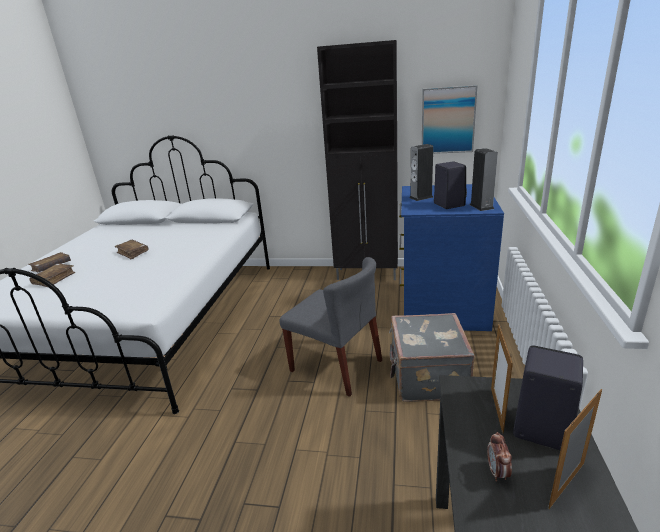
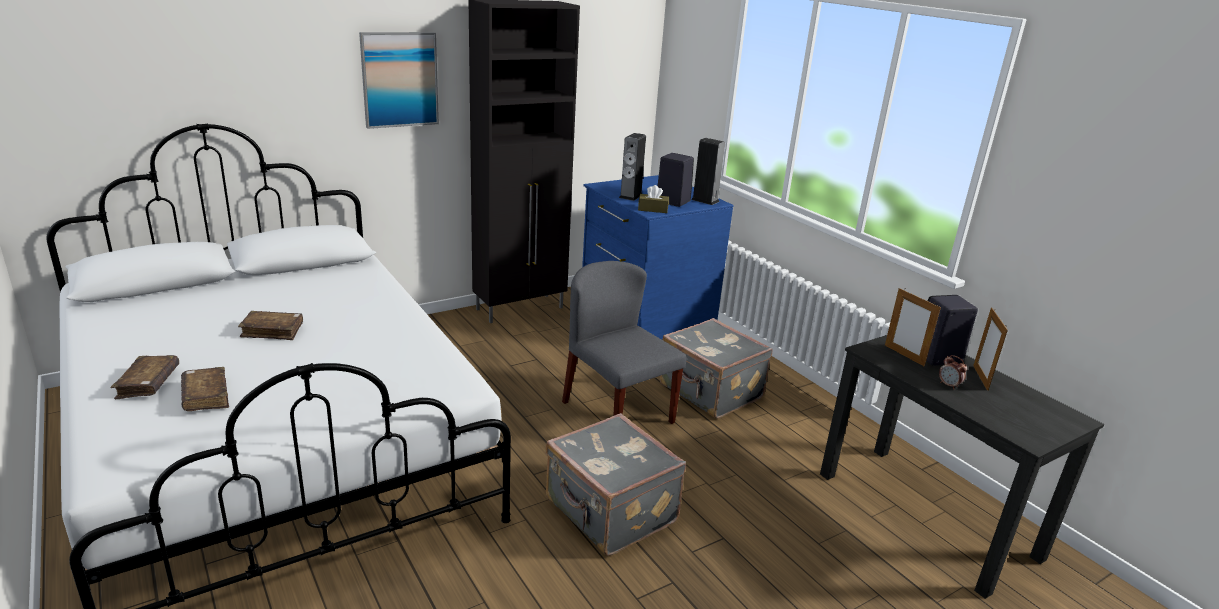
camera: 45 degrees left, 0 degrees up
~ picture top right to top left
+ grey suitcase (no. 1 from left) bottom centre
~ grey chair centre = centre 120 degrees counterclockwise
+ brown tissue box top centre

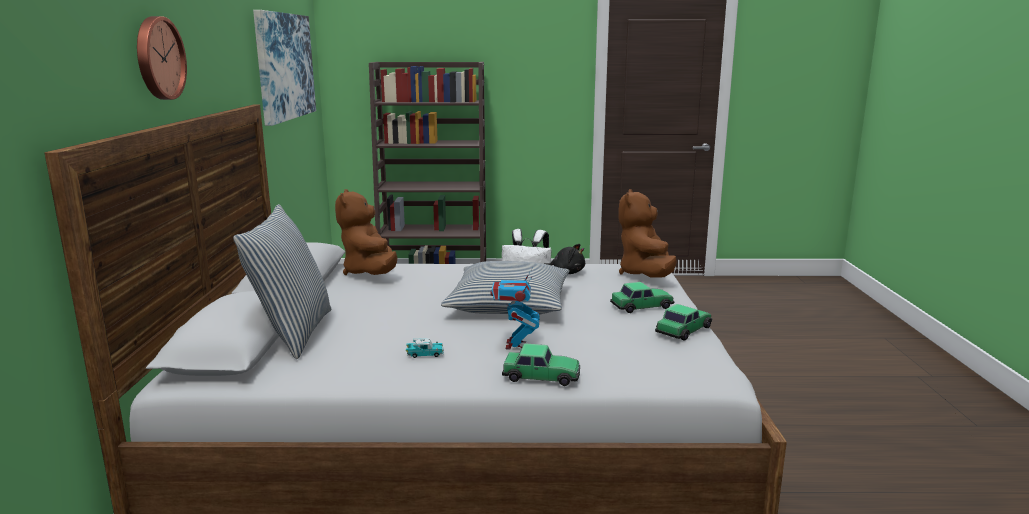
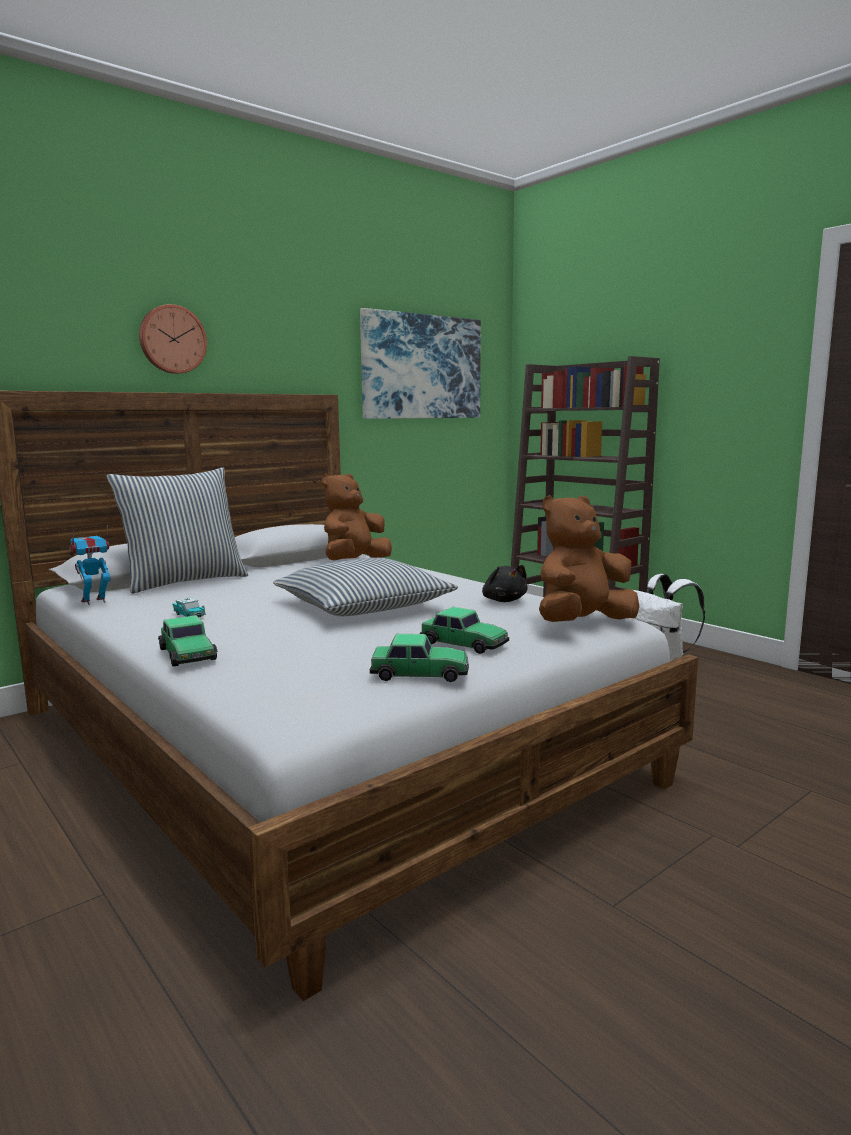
camera: 50 degrees right, 5 degrees down
~ toy robot centre to middle left

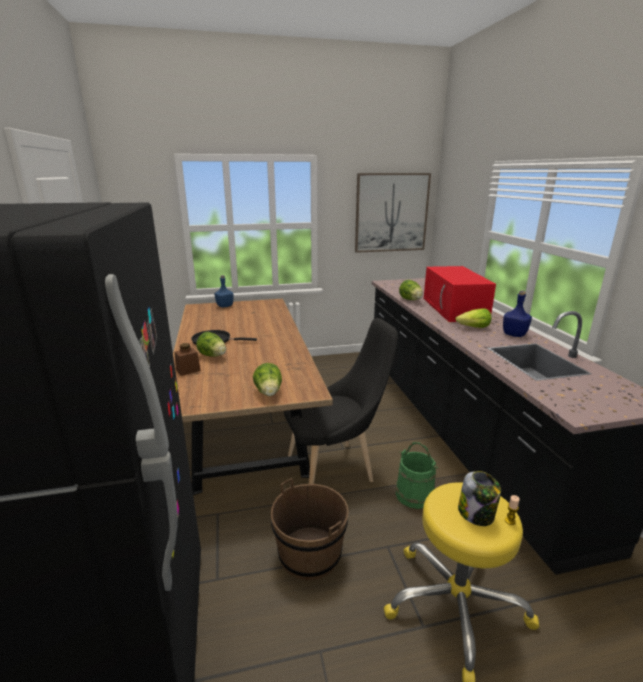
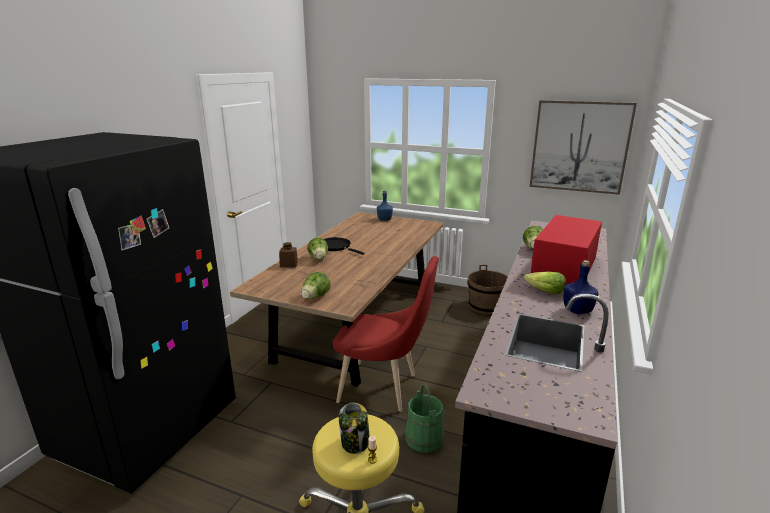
camera: 35 degrees right, 0 degrees up
~ black chair centre to red chair centre
~ brown bucket bottom centre to centre

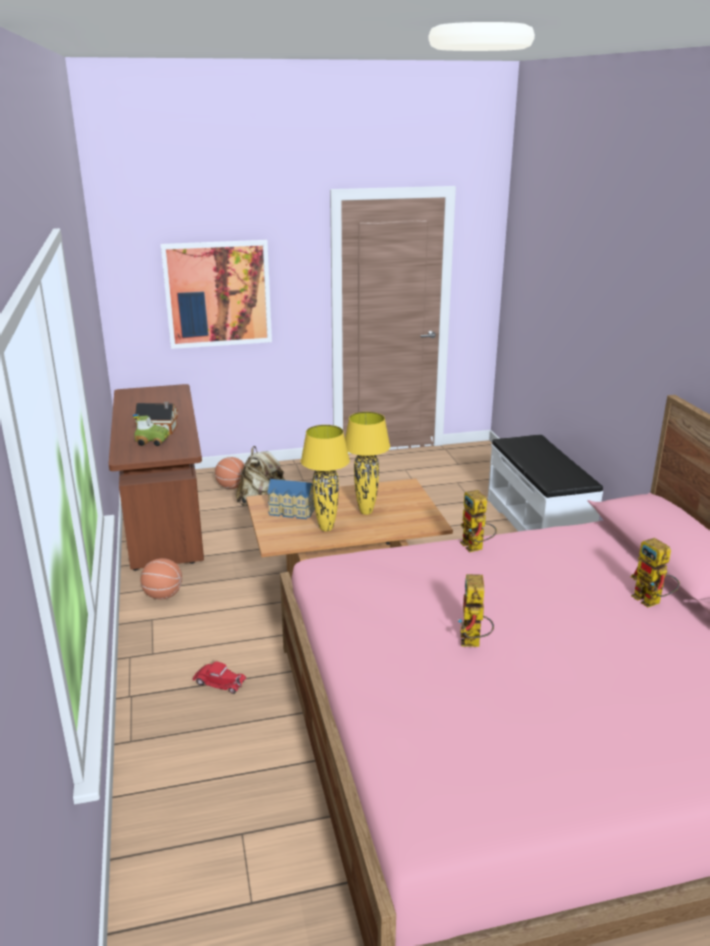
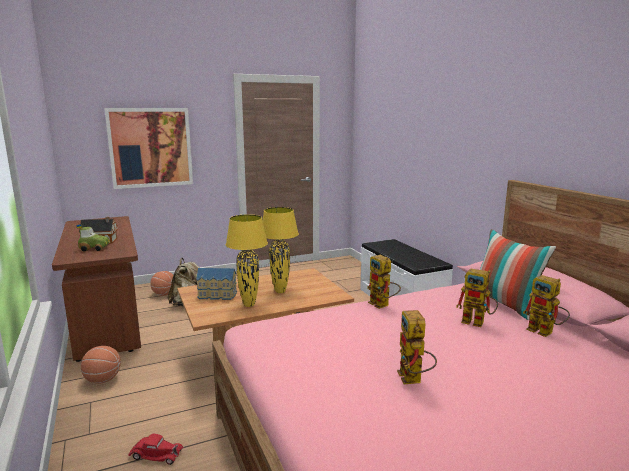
camera: 10 degrees left, 10 degrees down
+ toy robot (no. 3 from left) middle right
+ pillow middle right

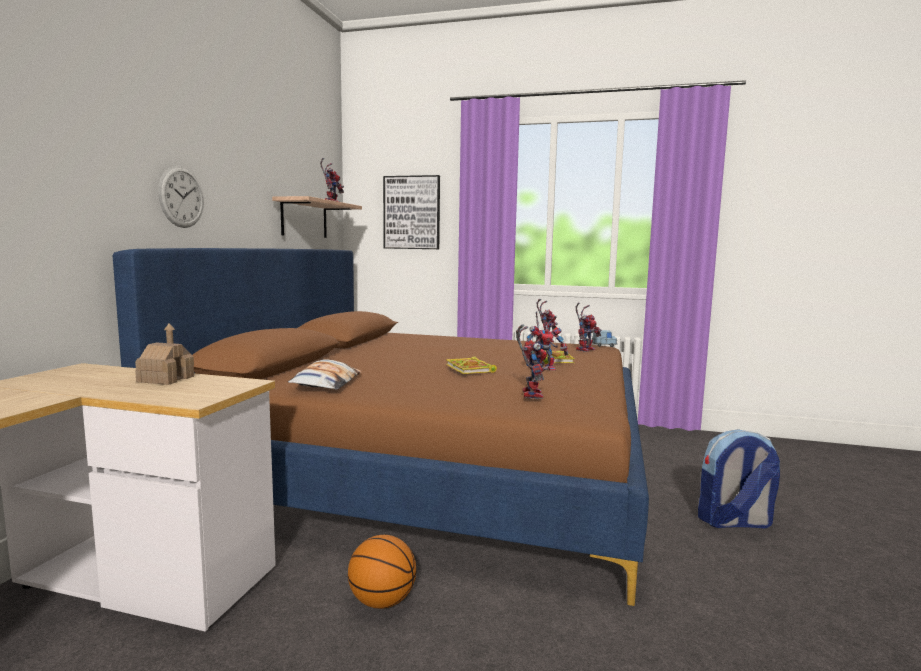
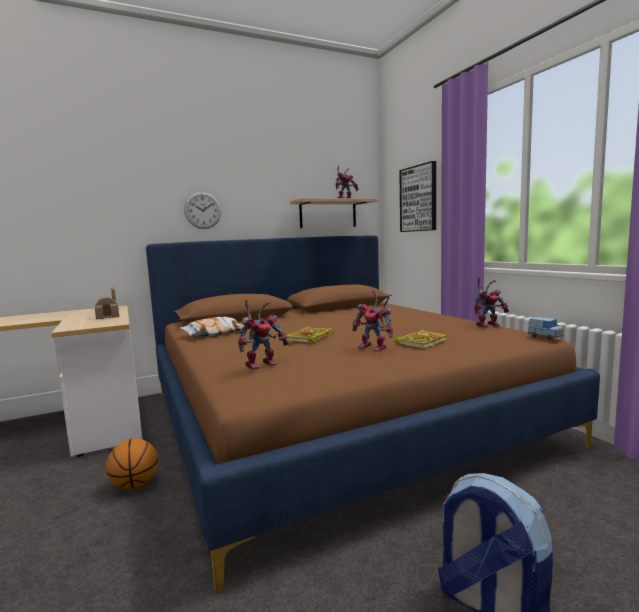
camera: 50 degrees right, 0 degrees up
- toy robot (no. 5 from left) centre

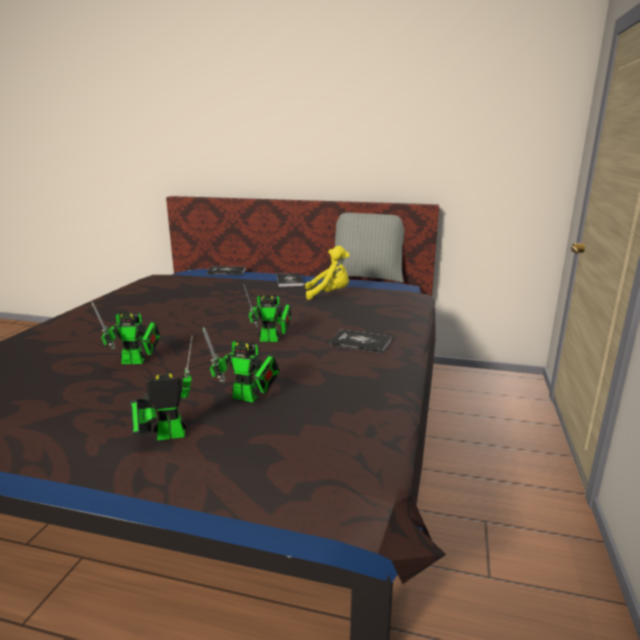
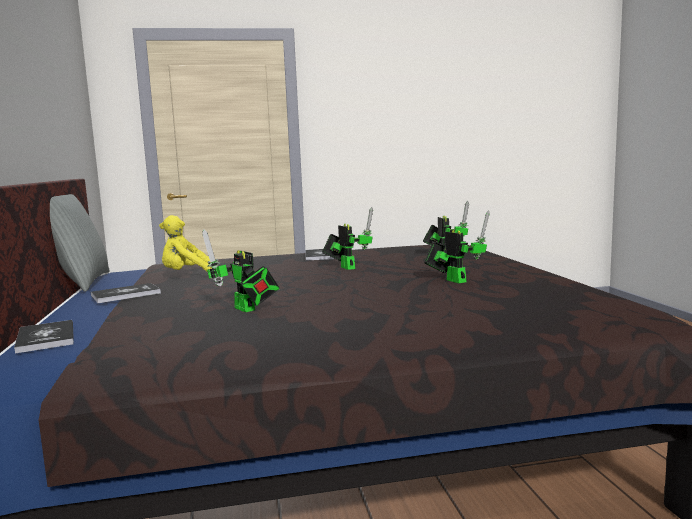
camera: 115 degrees left, 10 degrees down
~ yellow plush toy centre = middle left 75 degrees counterclockwise
~ toy robot (no. 2 from left in the first image) middle left to toy robot (no. 1 from left) centre

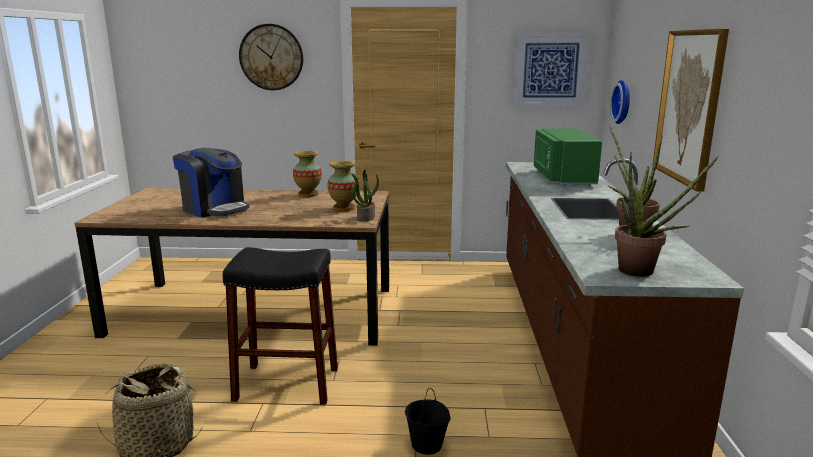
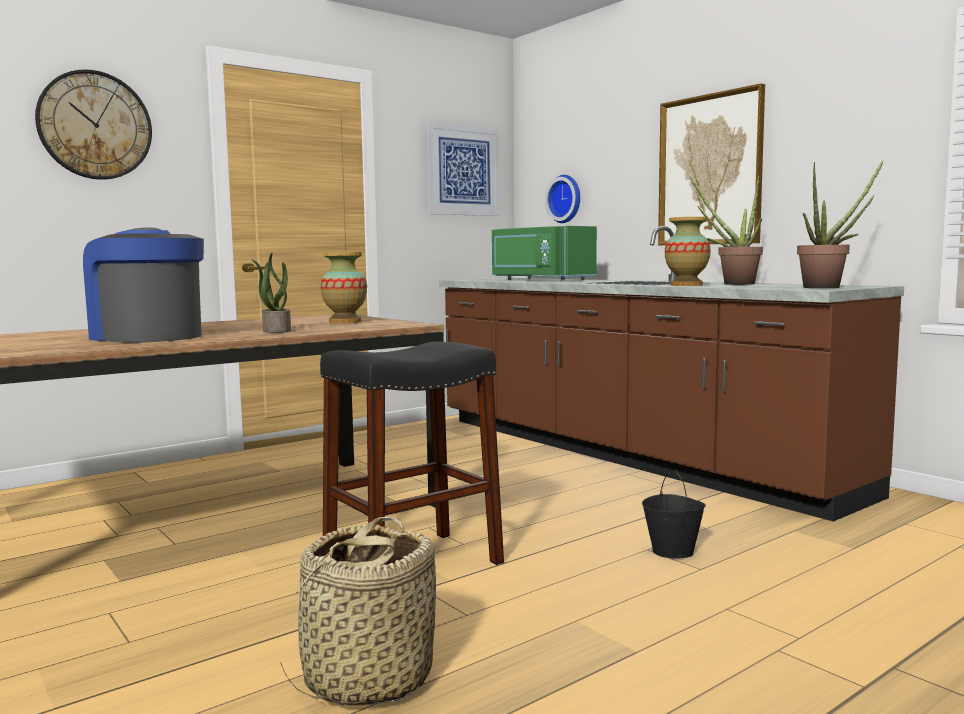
camera: 40 degrees left, 10 degrees down
~ coffee machine middle left = middle left 135 degrees counterclockwise
~ potted plant (no. 1 from left) centre to middle left
~ vase (no. 1 from left in the first image) centre to vase (no. 2 from left) middle right

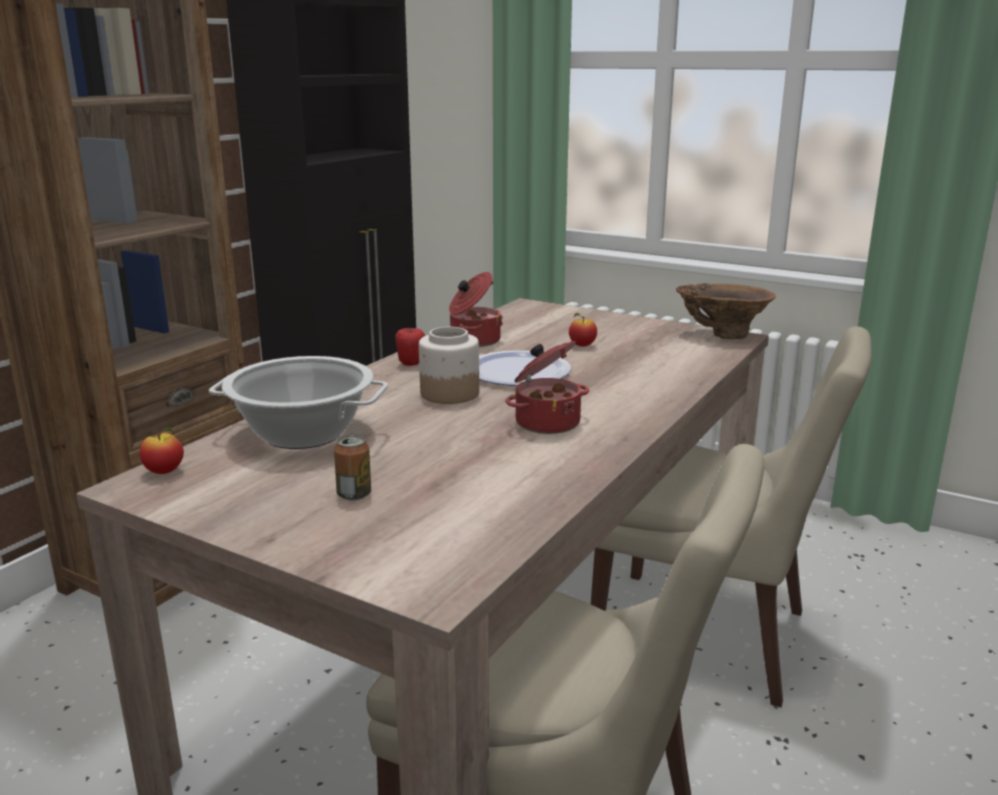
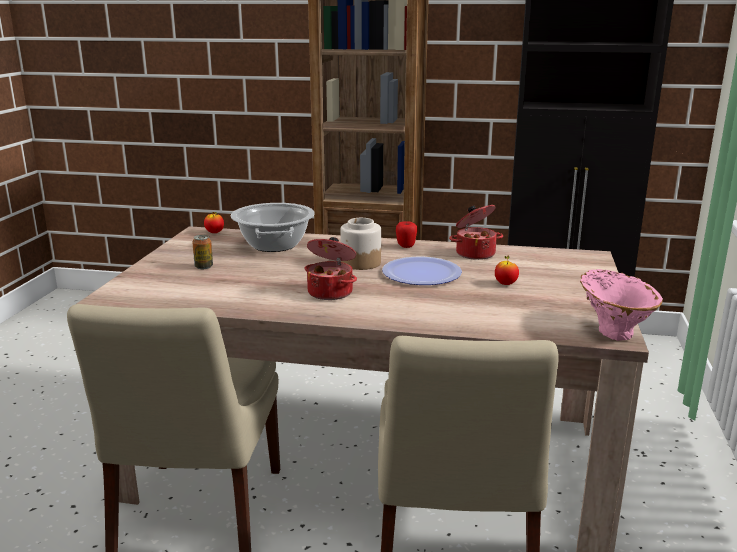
camera: 70 degrees right, 0 degrees up
~ brown vase middle right to pink vase middle right

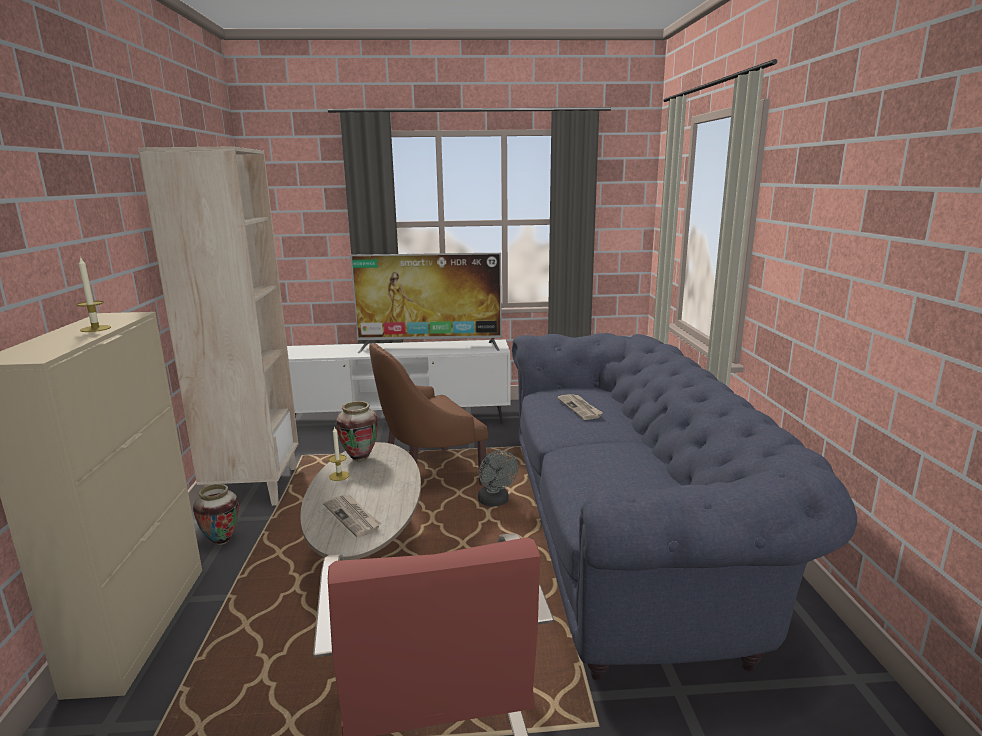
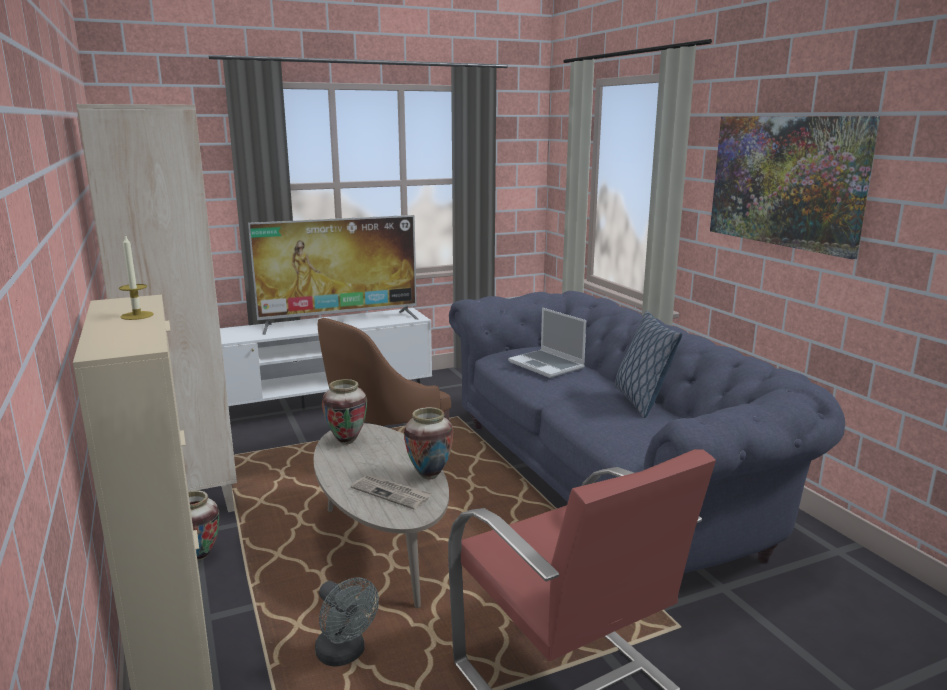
camera: 20 degrees left, 0 degrees up
~ grey fan centre to bottom centre
+ vase (no. 3 from left) centre
~ newspaper (no. 2 from left) centre to laptop centre
+ pillow middle right
+ picture top right
- candle (no. 2 from left) centre

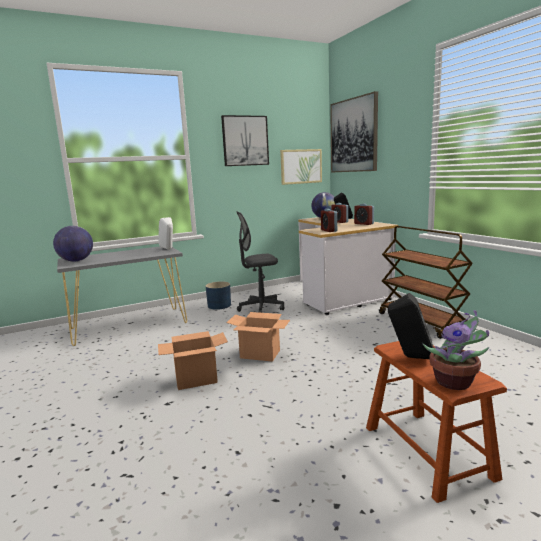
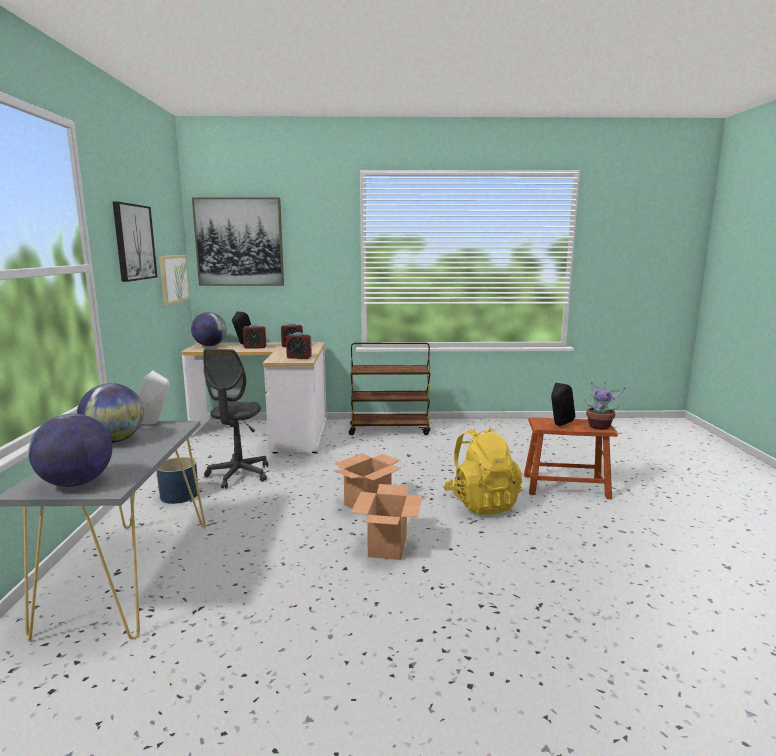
camera: 65 degrees left, 0 degrees up
+ globe (no. 2 from left) middle left
+ yellow backpack centre

